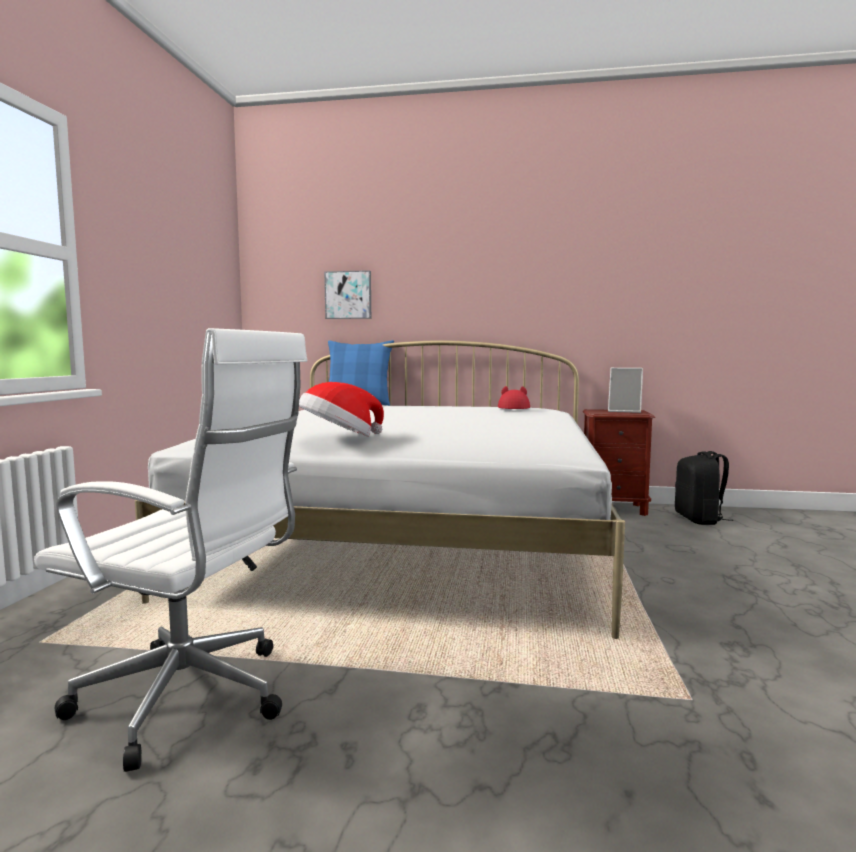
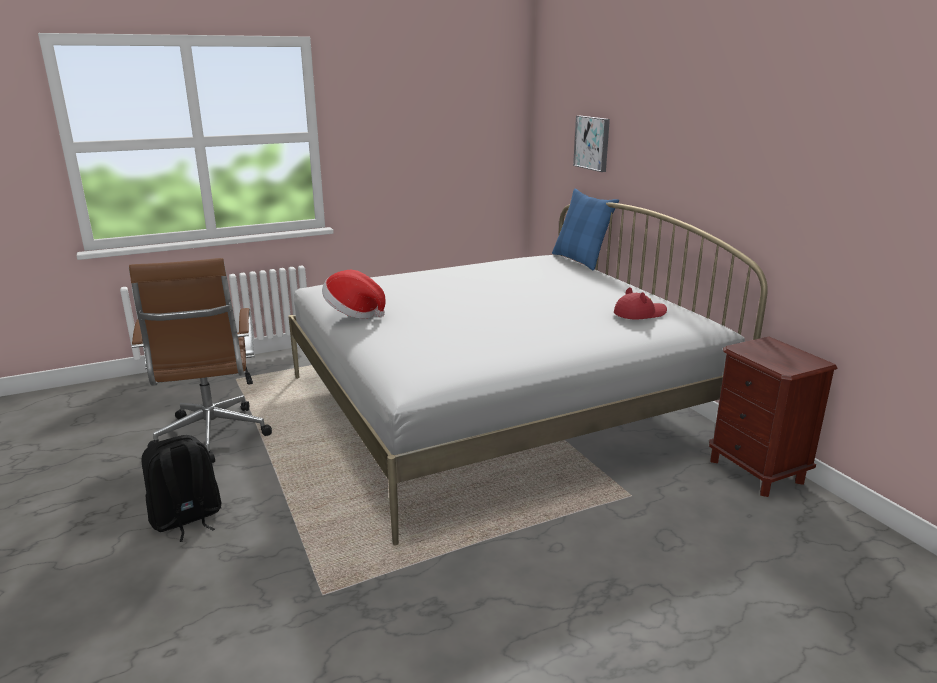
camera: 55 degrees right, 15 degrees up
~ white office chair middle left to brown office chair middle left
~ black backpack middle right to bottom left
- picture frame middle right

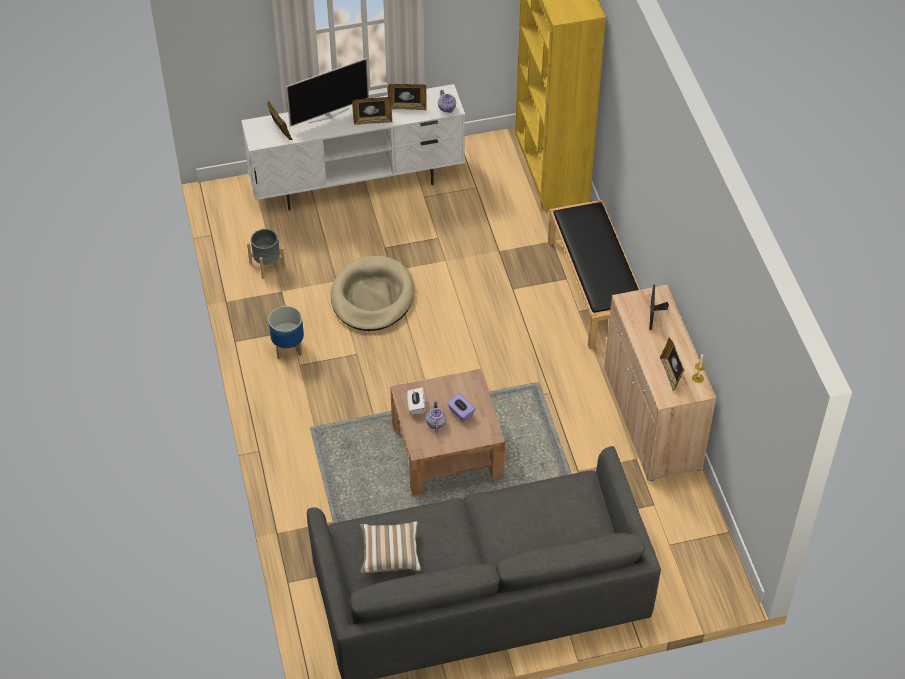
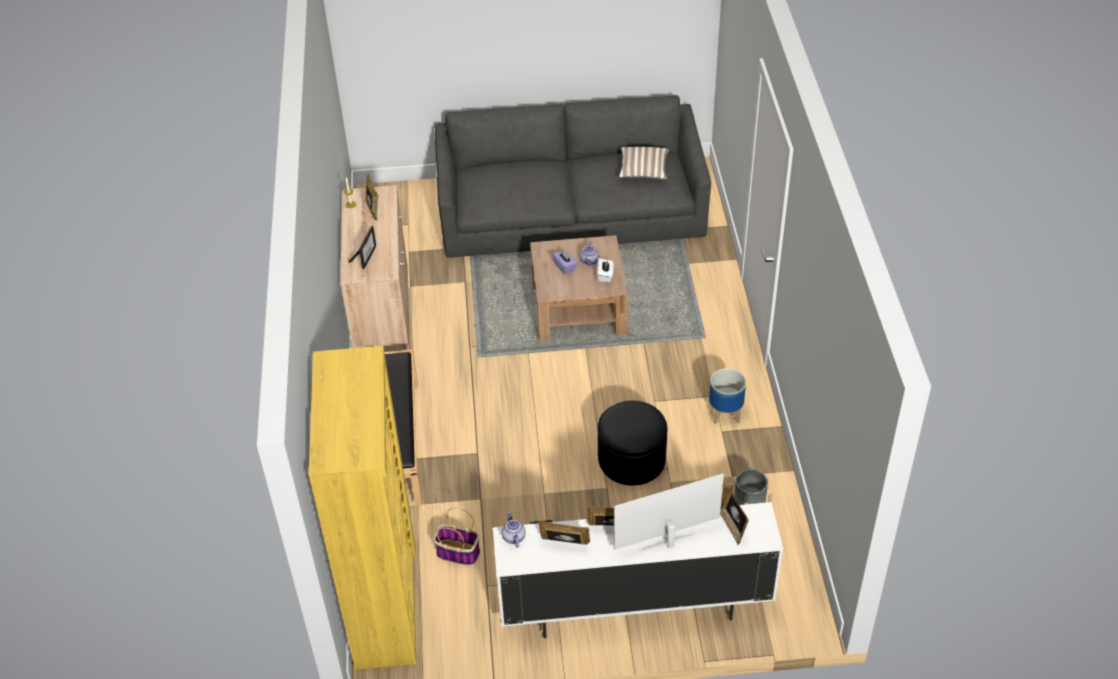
camera: 170 degrees left, 5 degrees down
+ basket bottom centre
~ beige dog bed centre to black ottoman centre

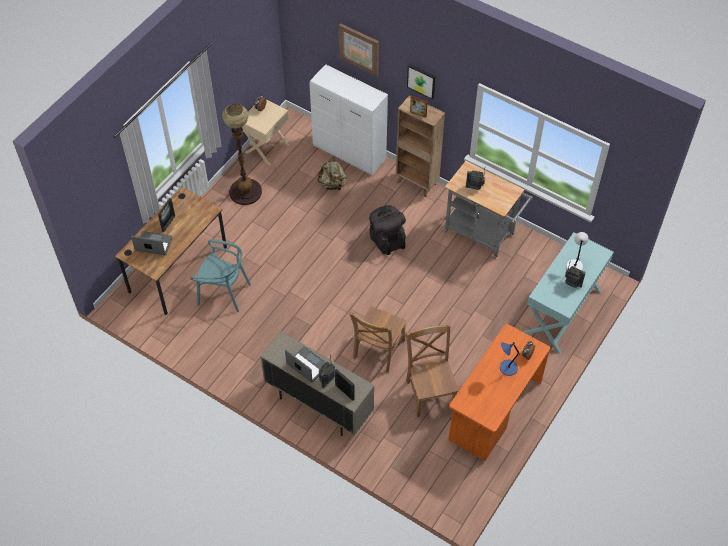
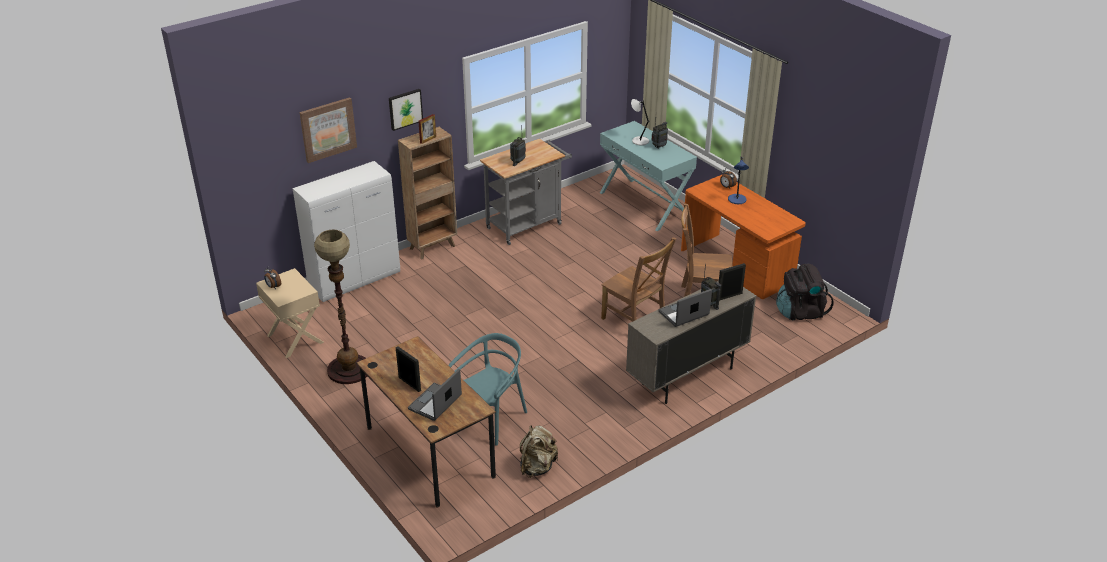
camera: 70 degrees left, 20 degrees down
~ beige backpack top centre to bottom centre
~ black backpack centre to middle right

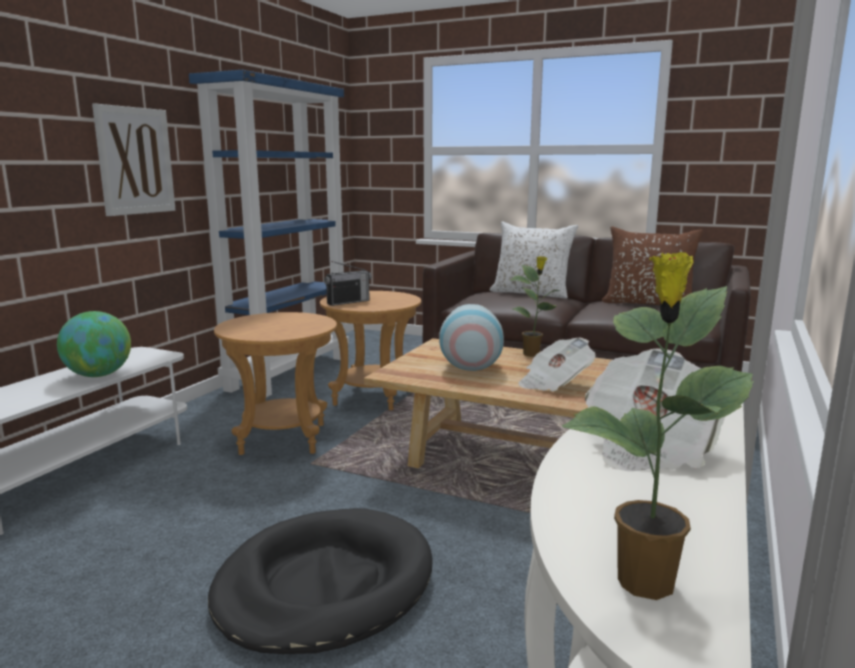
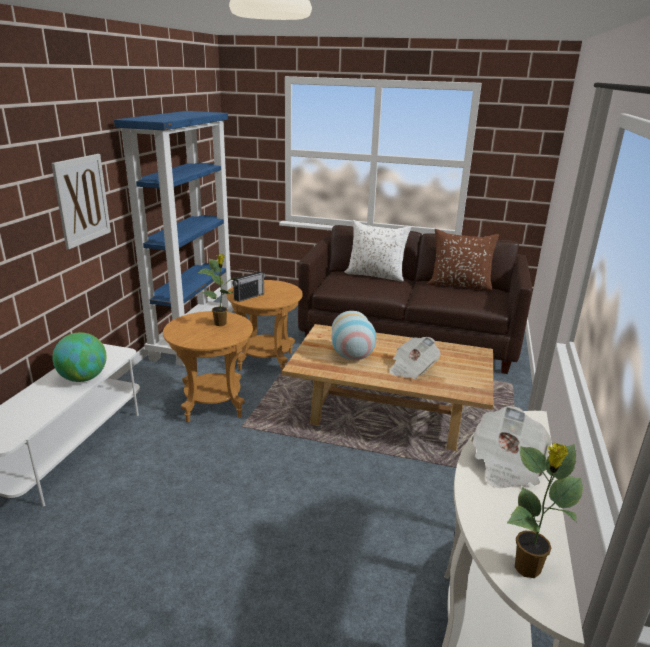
camera: 10 degrees left, 10 degrees up
~ potted plant (no. 1 from left) centre to middle left
- black dog bed bottom centre

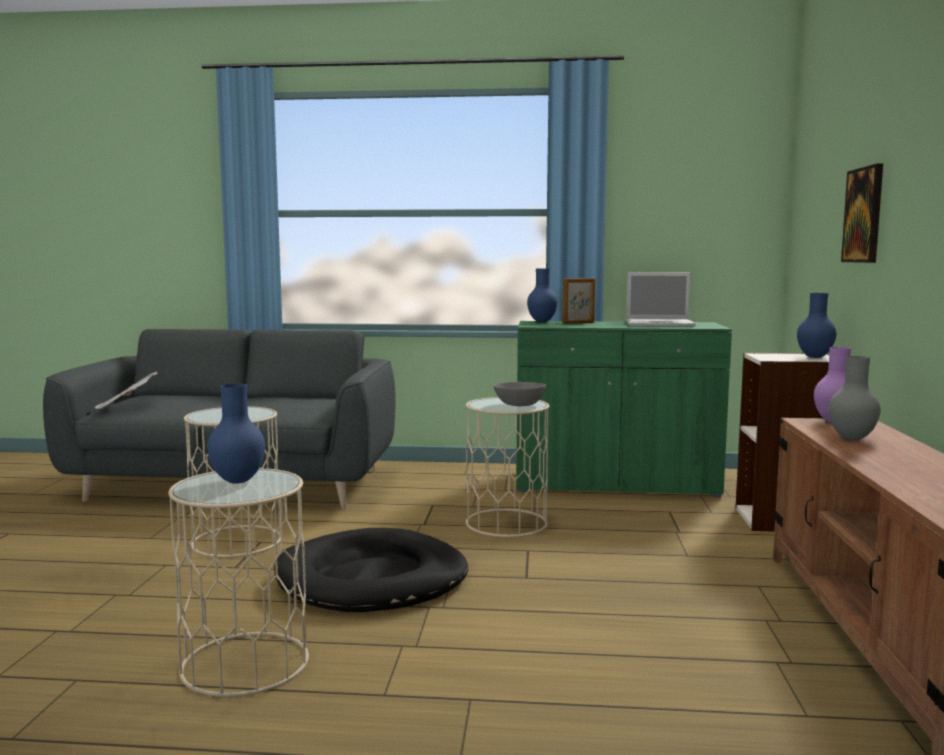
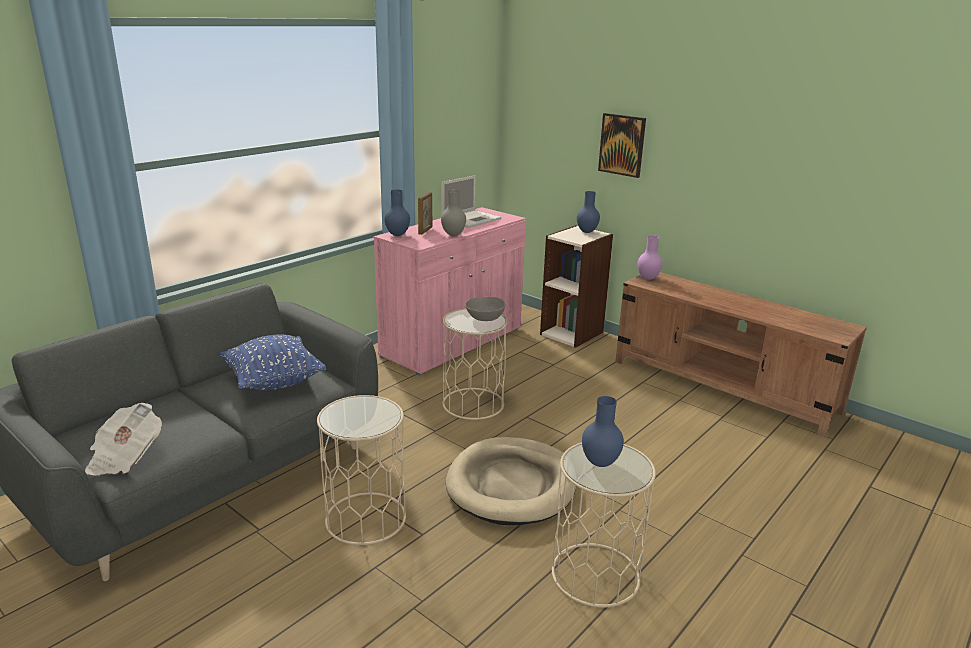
camera: 55 degrees left, 15 degrees up
+ blue pillow middle left
~ green cabinet centre to pink cabinet centre
~ grey vase middle right to top centre
~ black dog bed bottom centre to beige dog bed bottom centre

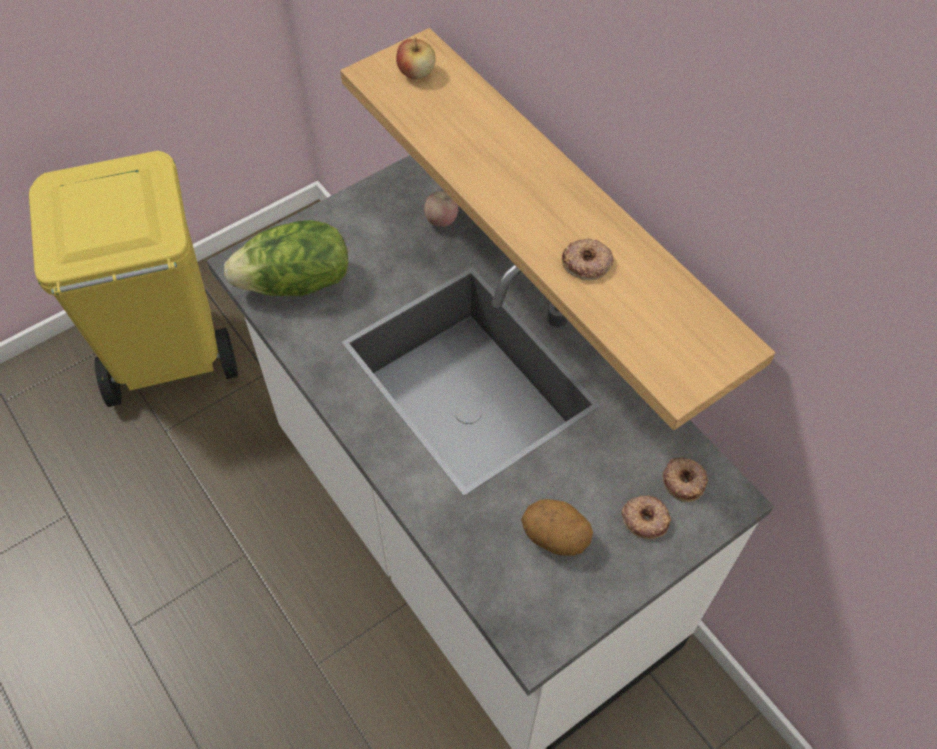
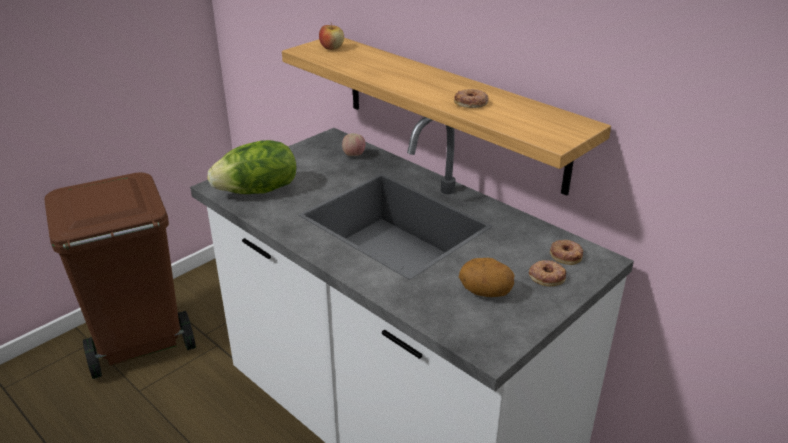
camera: 10 degrees left, 25 degrees down
~ yellow trash can middle left to brown trash can middle left

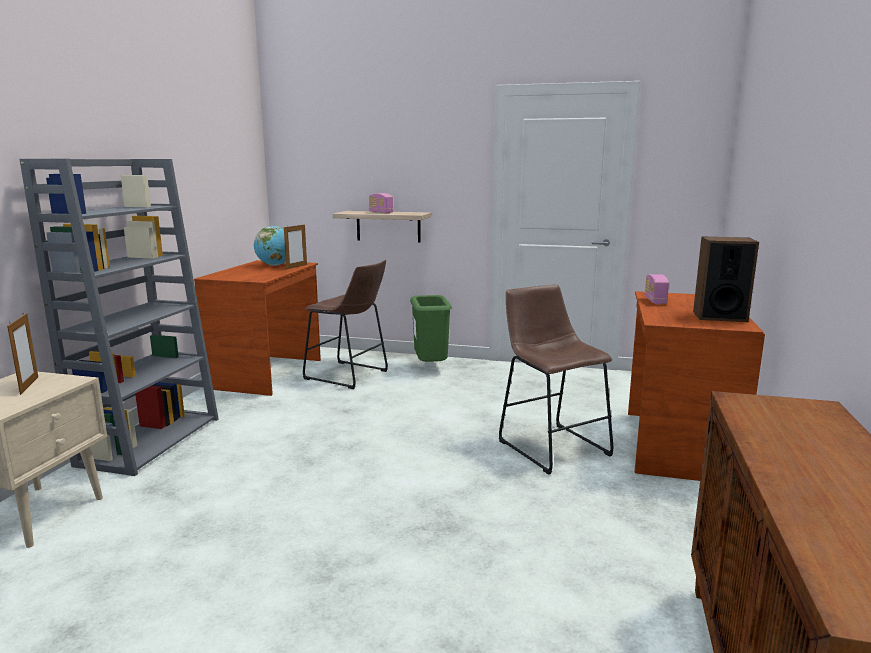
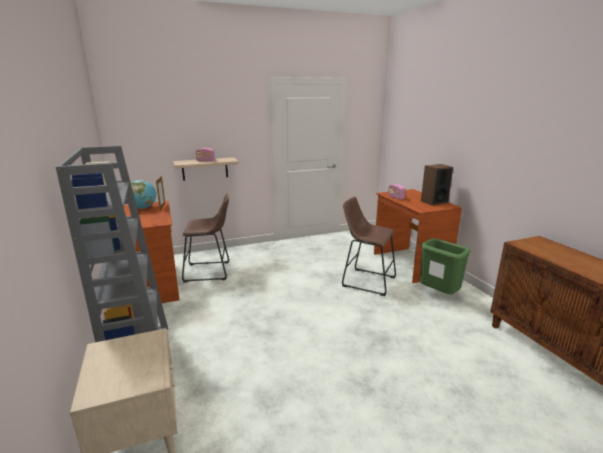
camera: 35 degrees left, 5 degrees up
~ green trash can centre to middle right
- picture frame (no. 1 from left) middle left

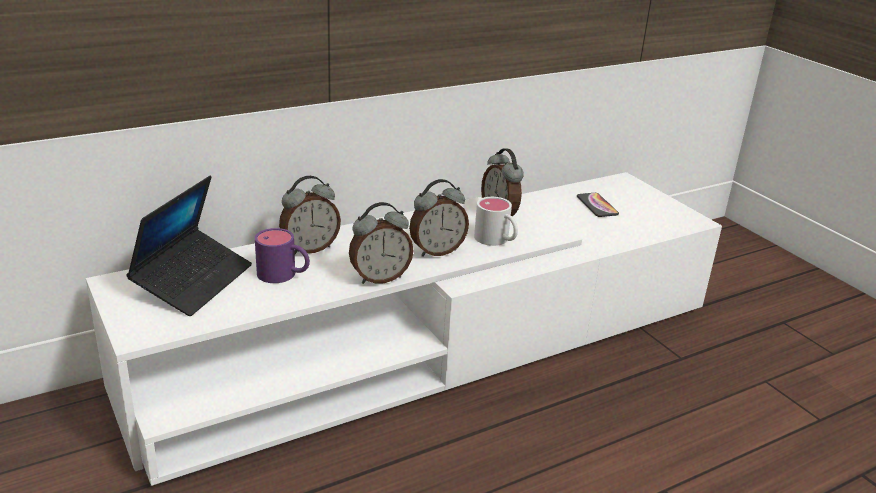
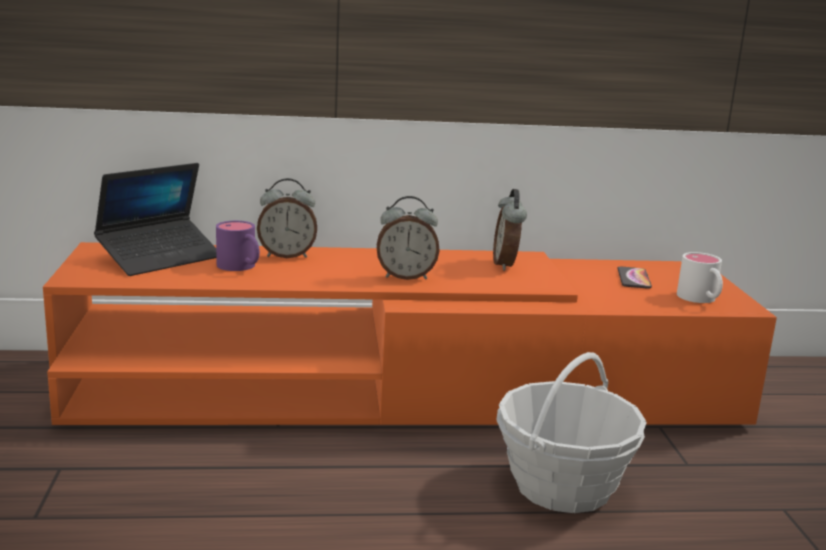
camera: 25 degrees right, 10 degrees down
~ white tv stand bottom centre to orange tv stand centre
+ basket bottom right
~ white mug centre to middle right
- alarm clock (no. 2 from left) centre

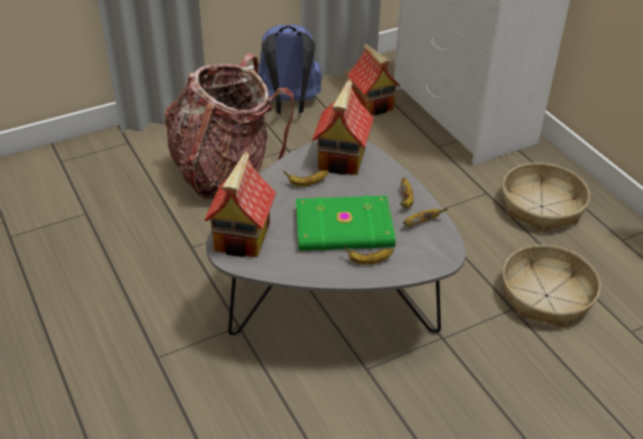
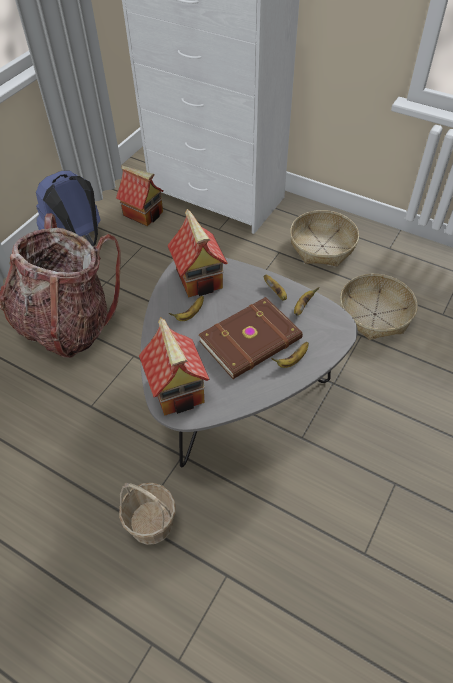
camera: 30 degrees left, 10 degrees up
+ basket (no. 1 from left) bottom left
~ green book centre to brown book centre

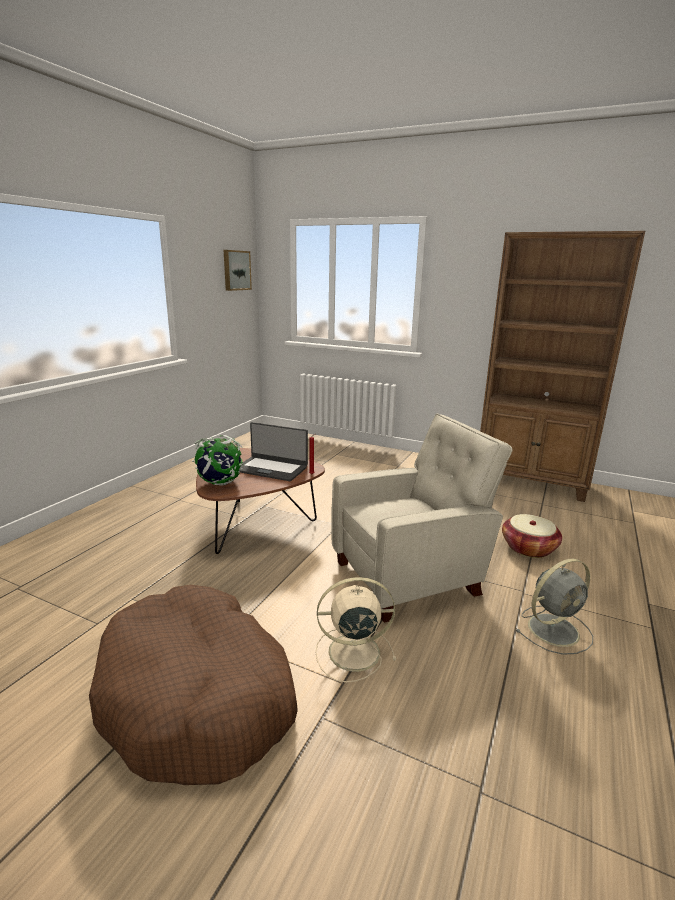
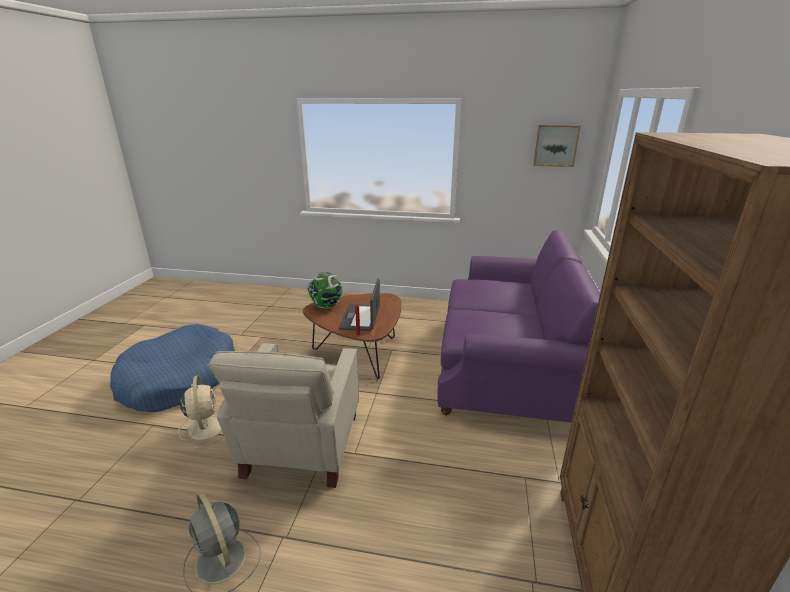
camera: 75 degrees right, 5 degrees up
~ brown dog bed bottom left to blue dog bed middle left
~ beige armchair centre = bottom centre 45 degrees clockwise
+ purple sofa centre
- basket middle right

